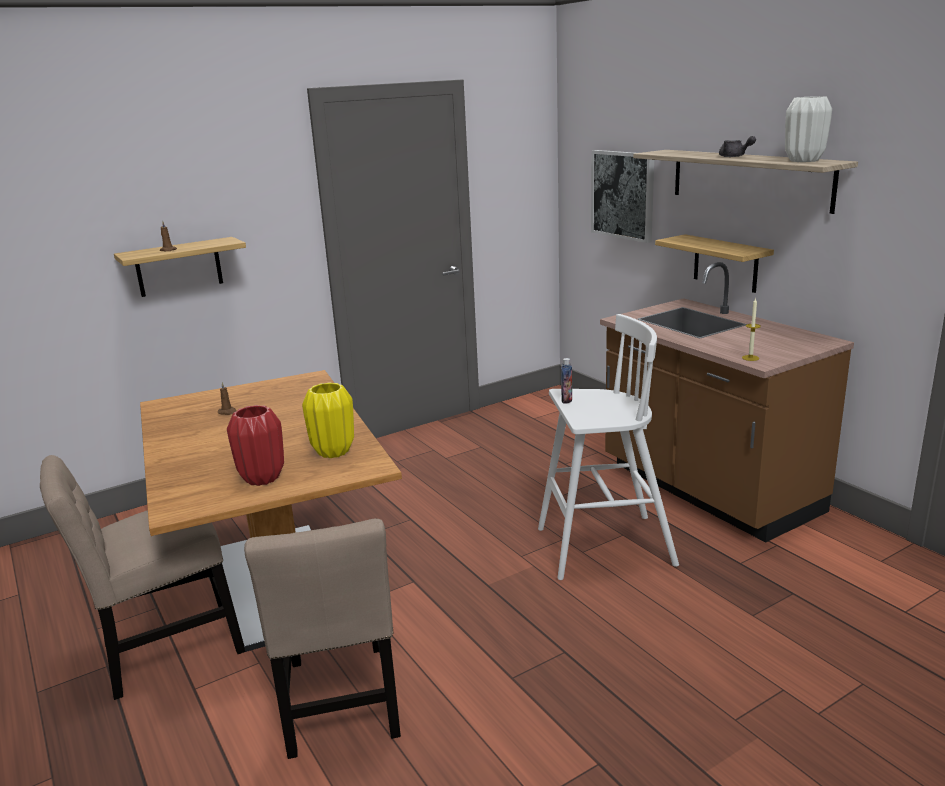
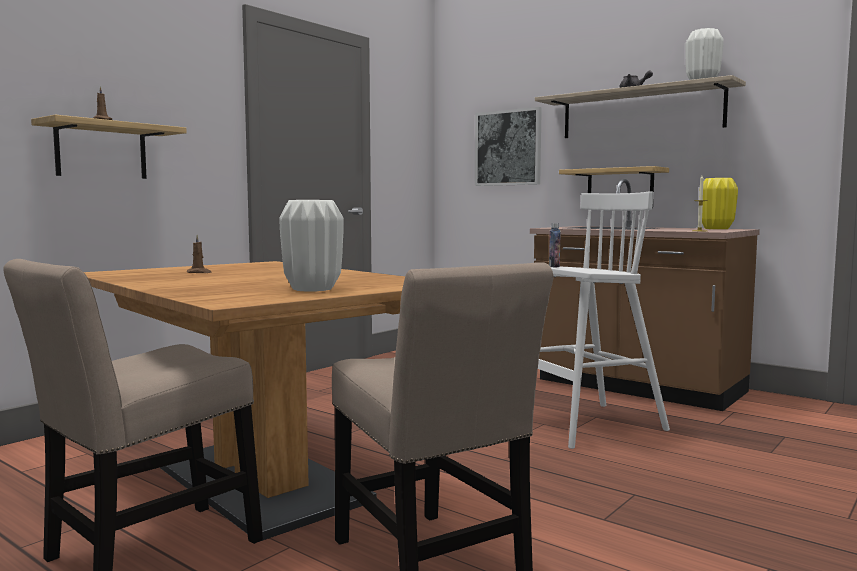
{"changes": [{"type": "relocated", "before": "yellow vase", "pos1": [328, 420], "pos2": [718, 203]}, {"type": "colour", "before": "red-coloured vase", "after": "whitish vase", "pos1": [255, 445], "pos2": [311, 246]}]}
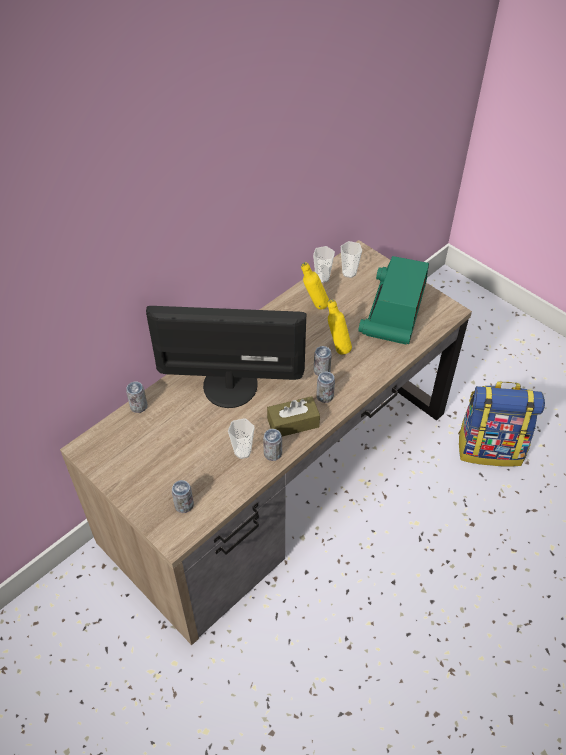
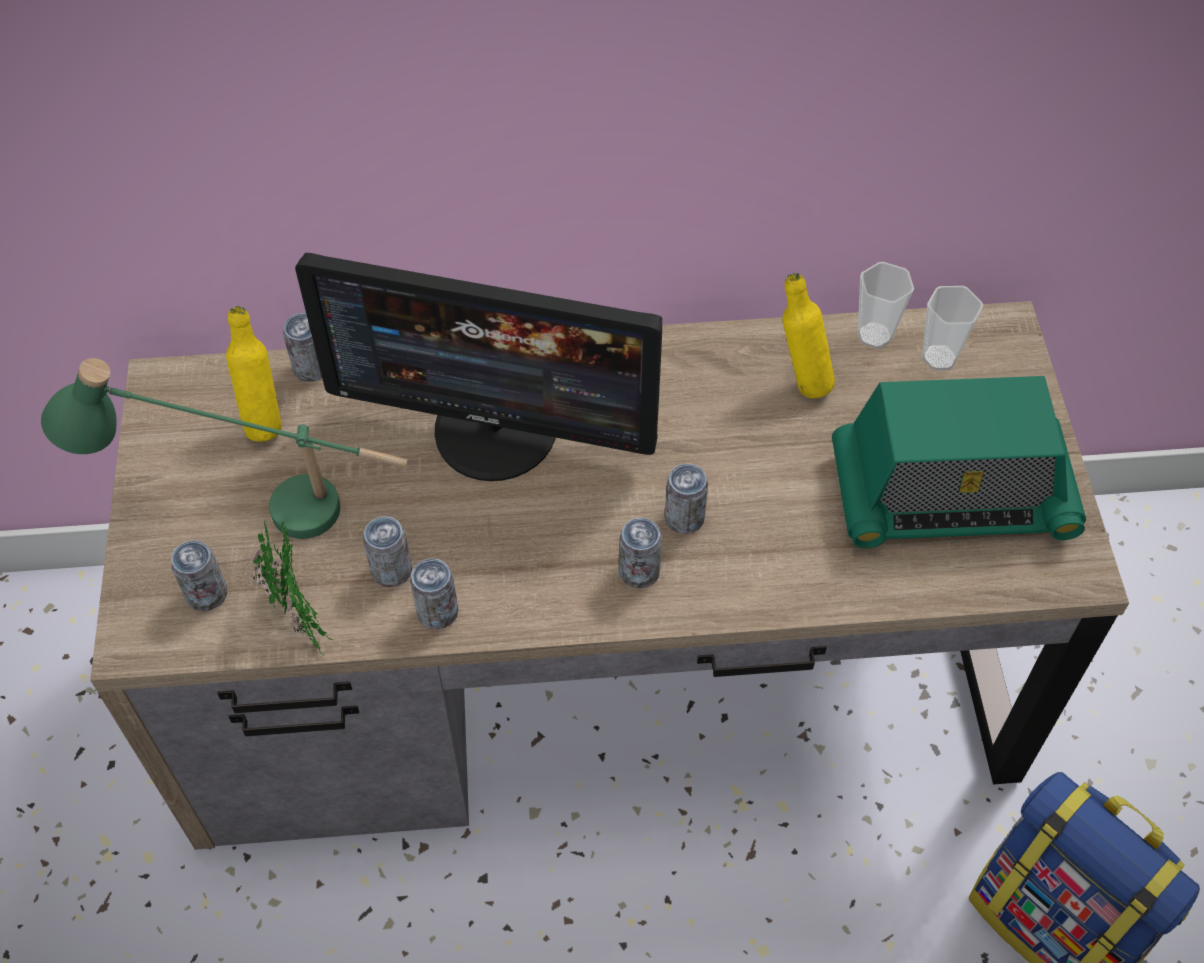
{"changes": [{"type": "spun", "before": "radio receiver", "pos1": [393, 300], "pos2": [959, 462], "turn": -150}, {"type": "relocated", "before": "yellow drink bottle", "pos1": [340, 327], "pos2": [254, 374]}, {"type": "spun", "before": "monitor", "pos1": [226, 357], "pos2": [478, 367], "turn": 150}, {"type": "missing", "before": "brown tissue box", "pos1": [293, 416]}, {"type": "exchanged", "before": "small cup", "after": "can", "pos1": [241, 438], "pos2": [387, 551]}, {"type": "appeared", "after": "green-coloured table lamp", "pos2": [224, 448]}, {"type": "appeared", "after": "houseplant", "pos2": [292, 588]}]}
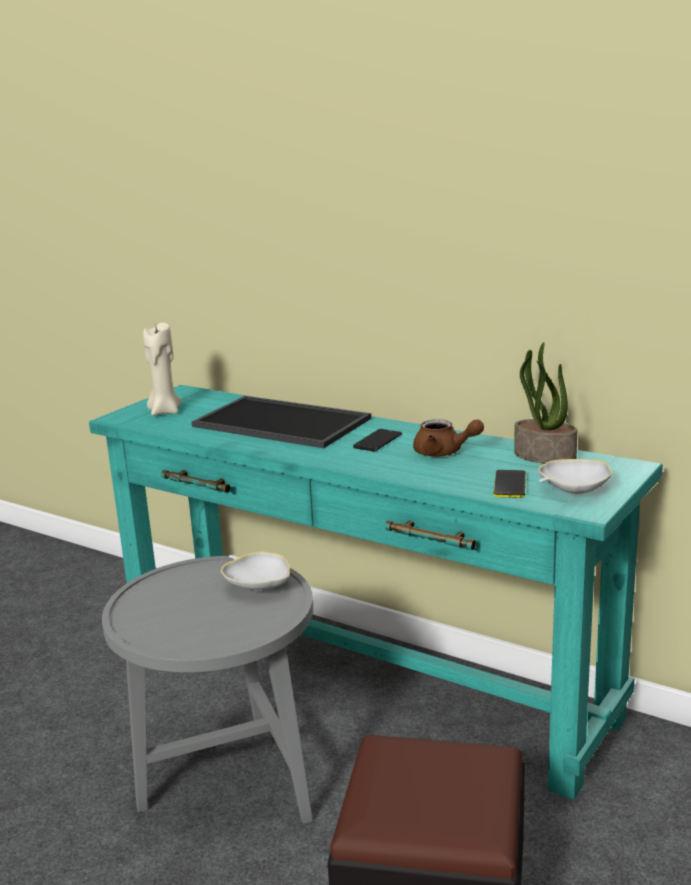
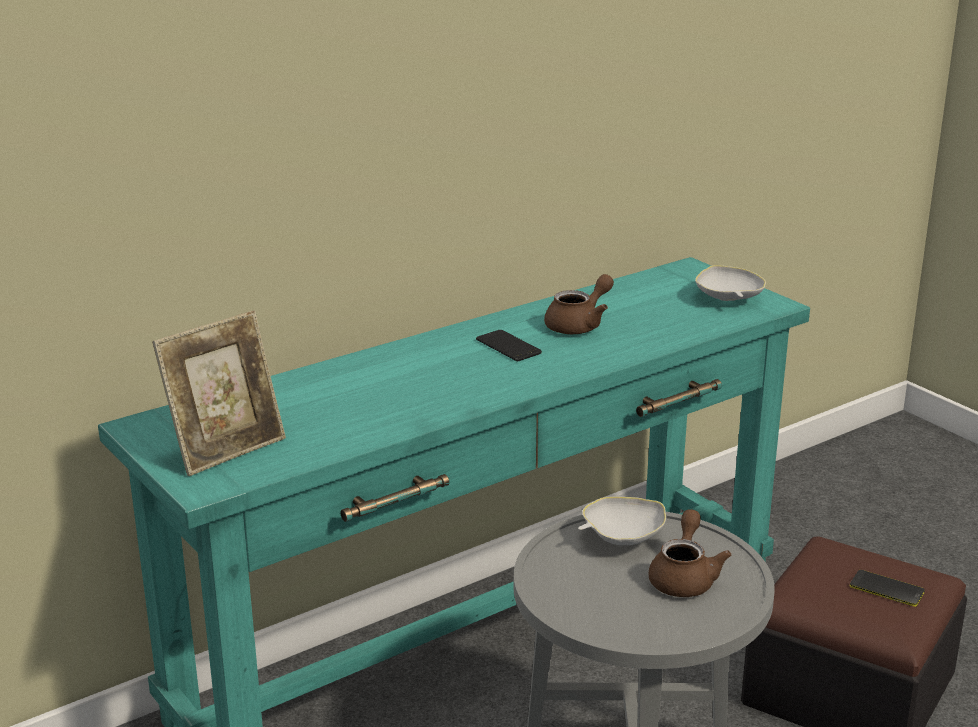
{"changes": [{"type": "exchanged", "before": "beige-coloured candle", "after": "photo frame", "pos1": [162, 369], "pos2": [219, 393]}, {"type": "missing", "before": "houseplant", "pos1": [545, 403]}, {"type": "missing", "before": "carrying tray", "pos1": [281, 422]}, {"type": "relocated", "before": "handset", "pos1": [510, 484], "pos2": [887, 588]}, {"type": "appeared", "after": "brown pot for tea", "pos2": [689, 553]}]}
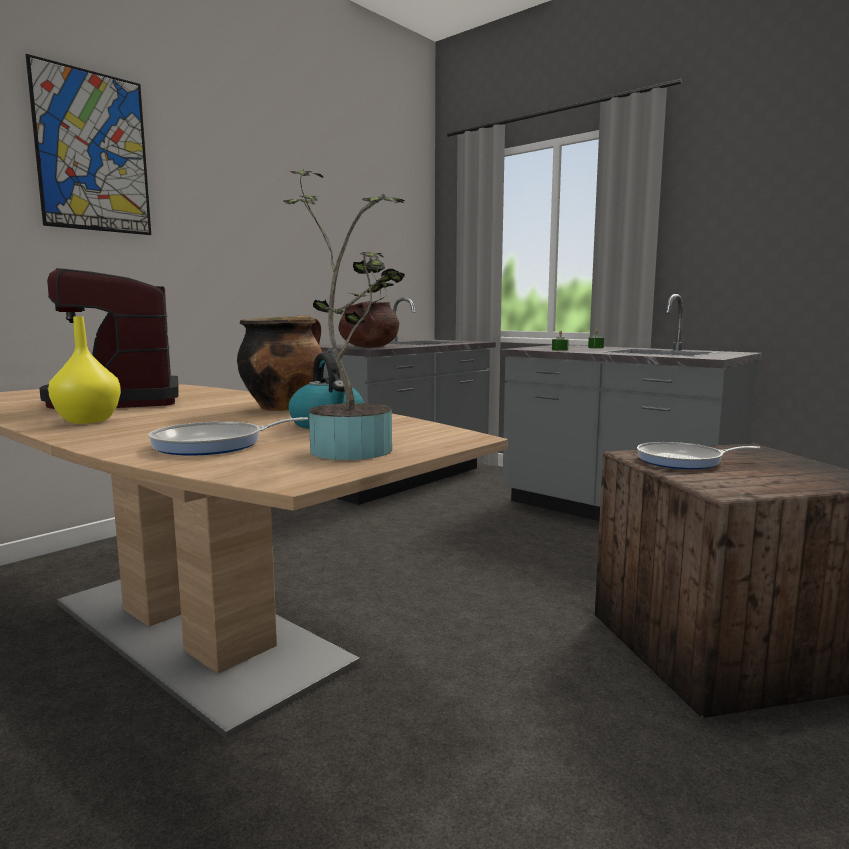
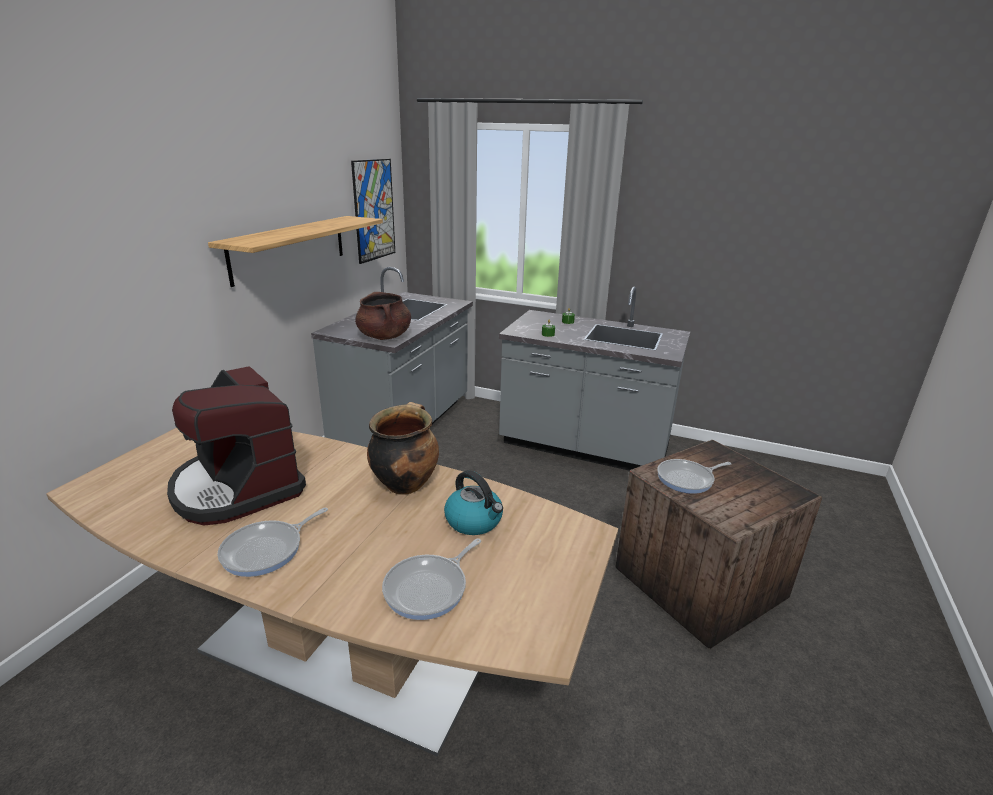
{"changes": [{"type": "relocated", "before": "picture", "pos1": [88, 144], "pos2": [373, 211]}, {"type": "missing", "before": "houseplant", "pos1": [344, 314]}, {"type": "exchanged", "before": "yellow vase", "after": "frying pan", "pos1": [84, 370], "pos2": [272, 542]}, {"type": "appeared", "after": "bracket shelf", "pos2": [295, 251]}]}
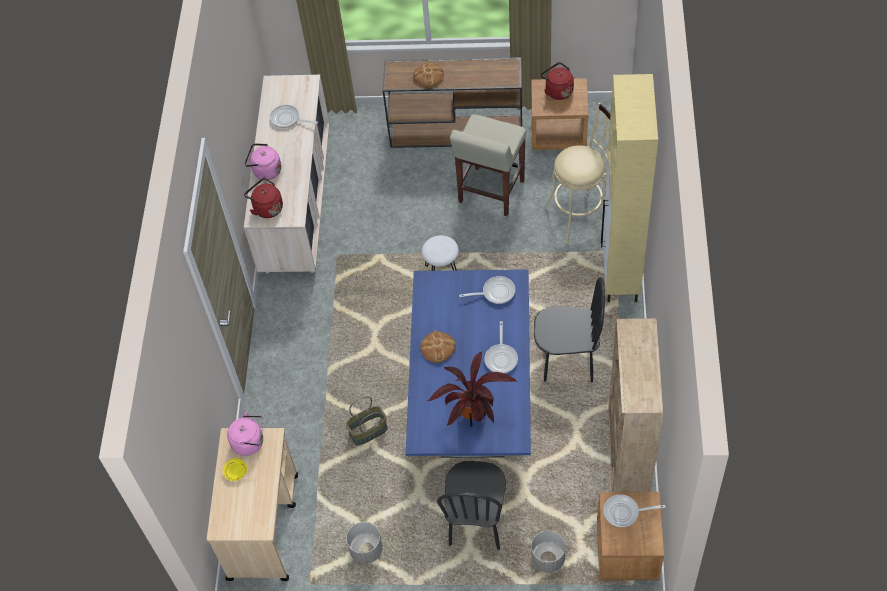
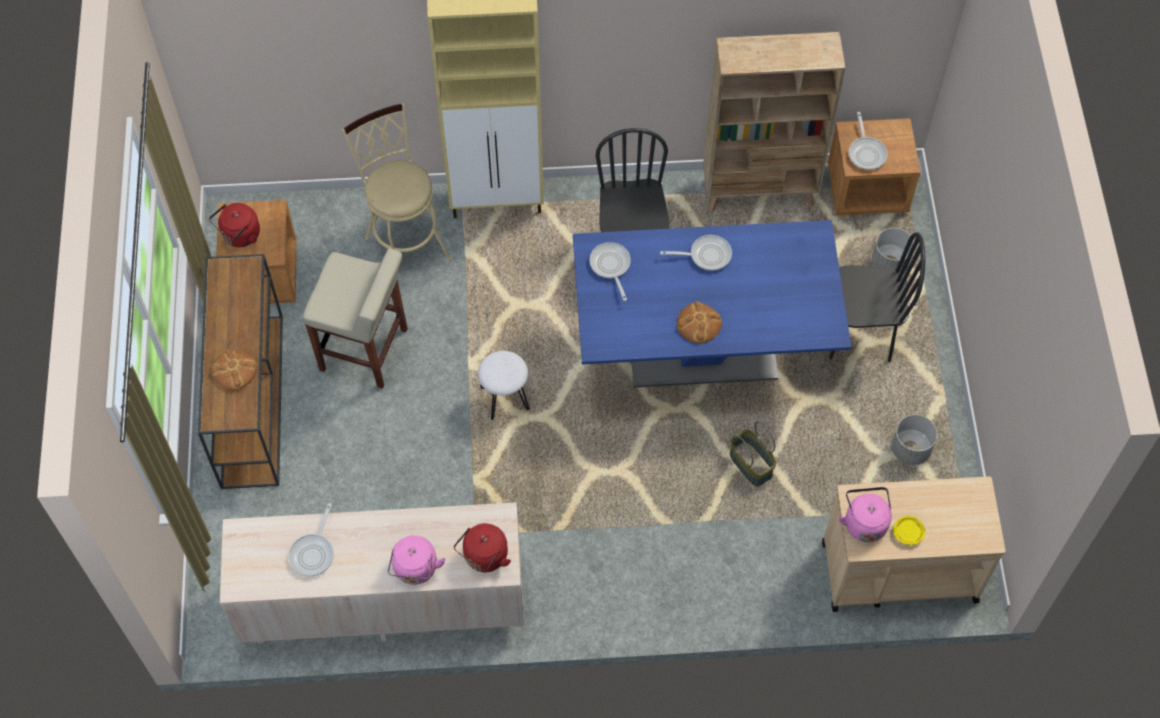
{"changes": [{"type": "missing", "before": "houseplant", "pos1": [472, 389]}]}
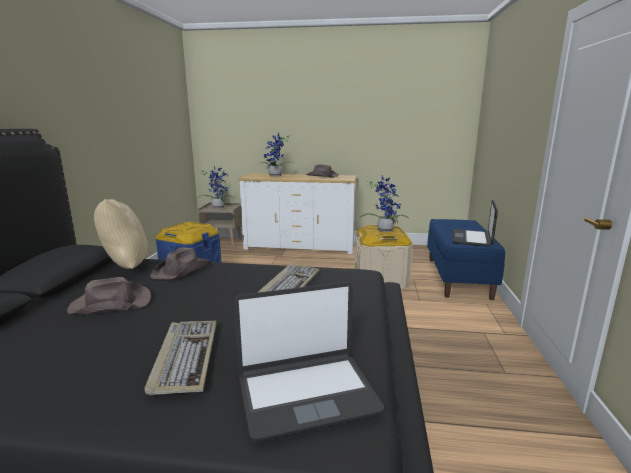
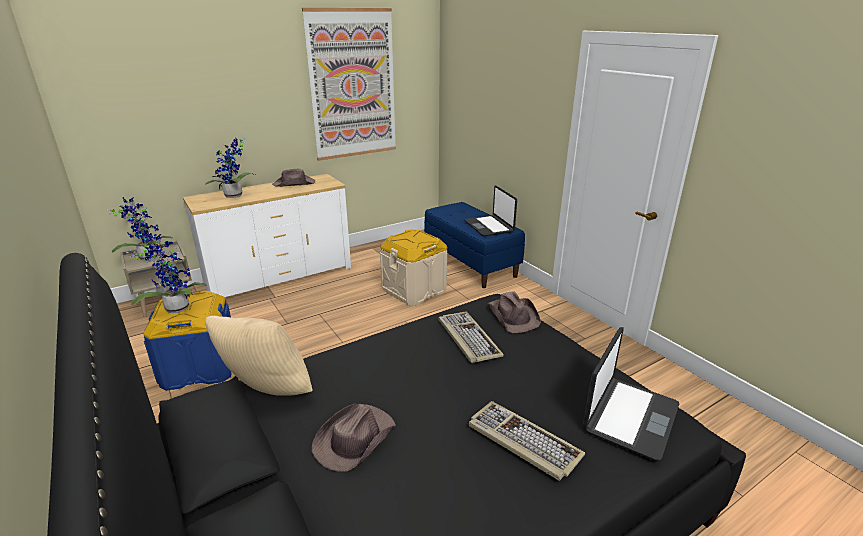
{"changes": [{"type": "relocated", "before": "houseplant", "pos1": [384, 204], "pos2": [166, 273]}, {"type": "relocated", "before": "brown wearable hat", "pos1": [181, 264], "pos2": [514, 312]}, {"type": "appeared", "after": "picture", "pos2": [349, 84]}]}
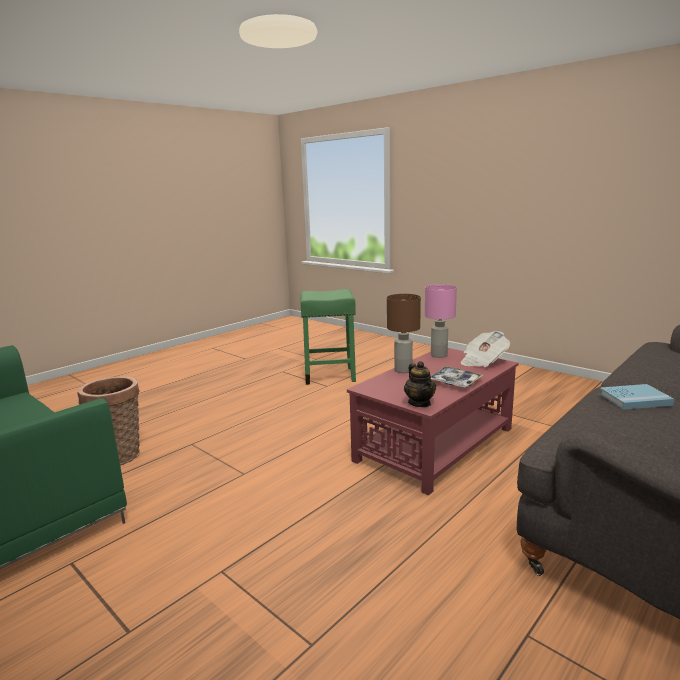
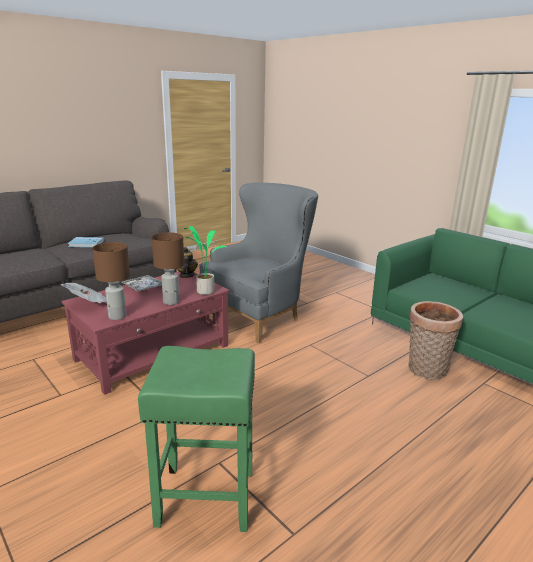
{"changes": [{"type": "colour", "before": "pink-coloured table lamp", "after": "brown table lamp", "pos1": [441, 321], "pos2": [111, 281]}, {"type": "appeared", "after": "greyish easy chair", "pos2": [258, 263]}, {"type": "appeared", "after": "houseplant", "pos2": [205, 260]}]}
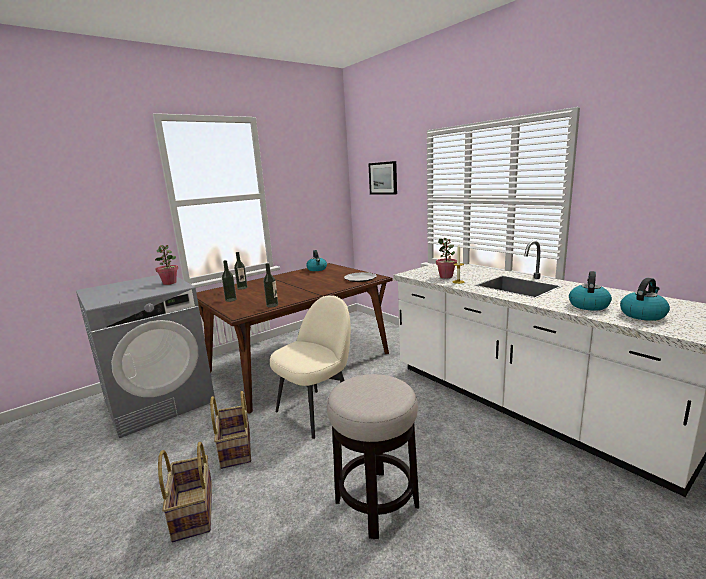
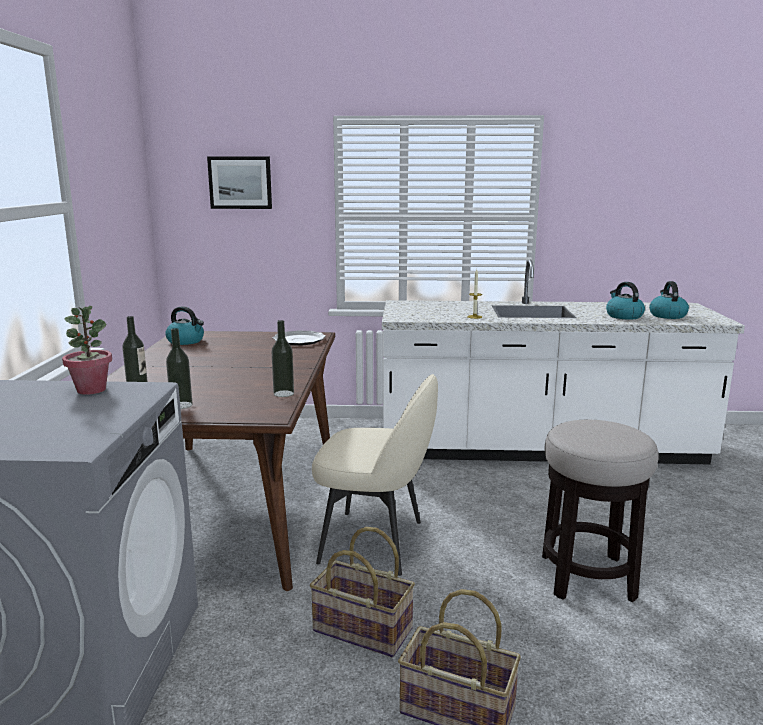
{"changes": [{"type": "missing", "before": "houseplant", "pos1": [446, 258]}, {"type": "spun", "before": "beige-coloured plain chair", "pos1": [310, 367], "pos2": [375, 475], "turn": 105}]}
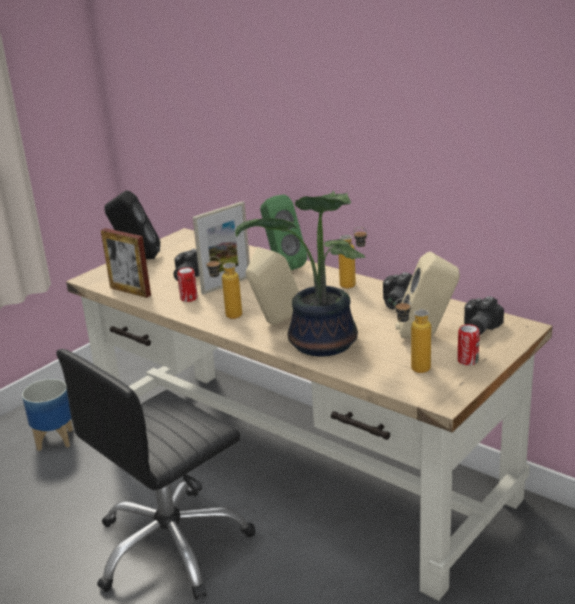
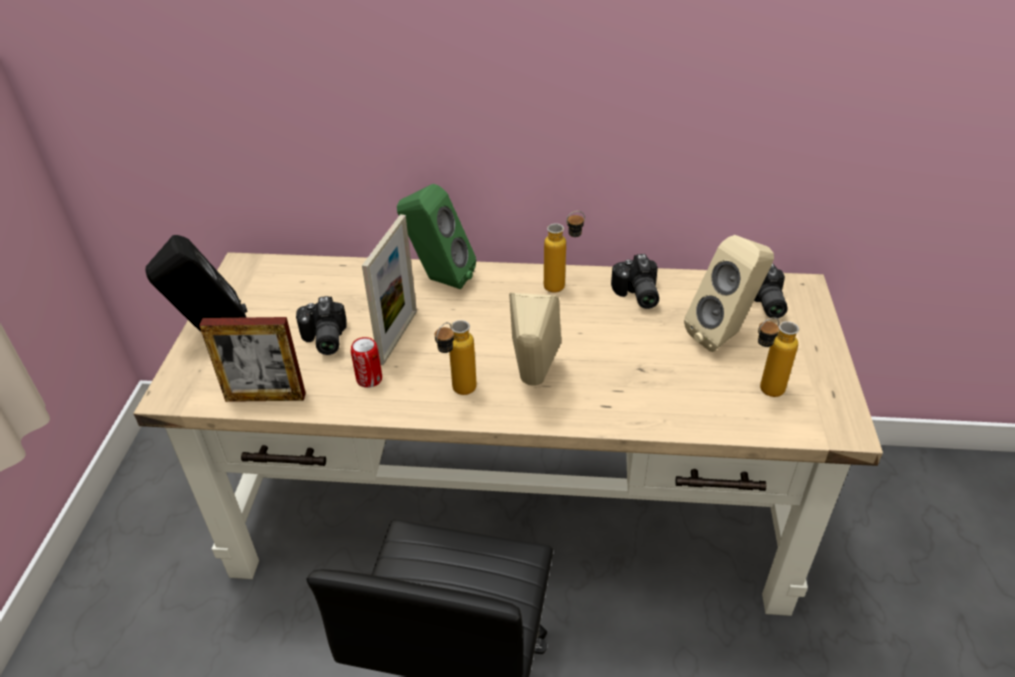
{"changes": [{"type": "missing", "before": "houseplant", "pos1": [300, 273]}, {"type": "missing", "before": "can", "pos1": [468, 345]}, {"type": "missing", "before": "flower pot", "pos1": [47, 415]}]}
